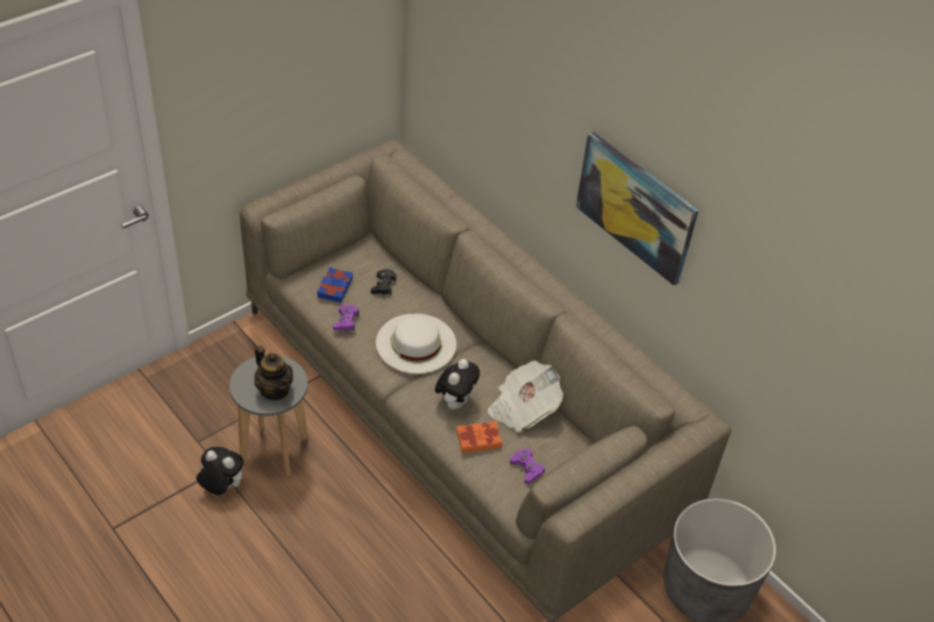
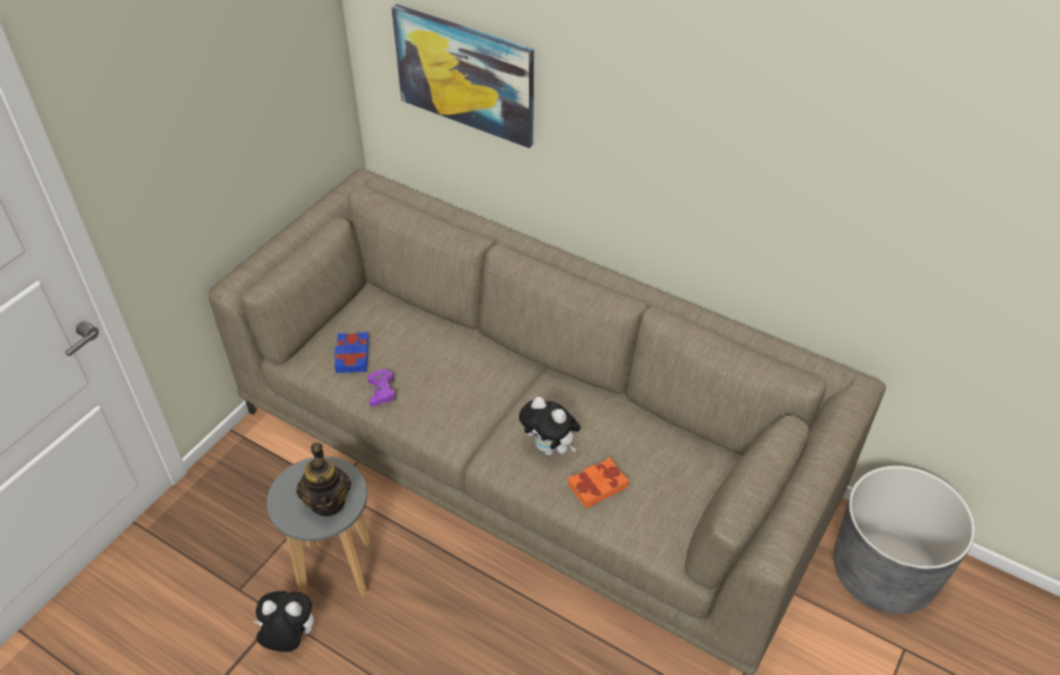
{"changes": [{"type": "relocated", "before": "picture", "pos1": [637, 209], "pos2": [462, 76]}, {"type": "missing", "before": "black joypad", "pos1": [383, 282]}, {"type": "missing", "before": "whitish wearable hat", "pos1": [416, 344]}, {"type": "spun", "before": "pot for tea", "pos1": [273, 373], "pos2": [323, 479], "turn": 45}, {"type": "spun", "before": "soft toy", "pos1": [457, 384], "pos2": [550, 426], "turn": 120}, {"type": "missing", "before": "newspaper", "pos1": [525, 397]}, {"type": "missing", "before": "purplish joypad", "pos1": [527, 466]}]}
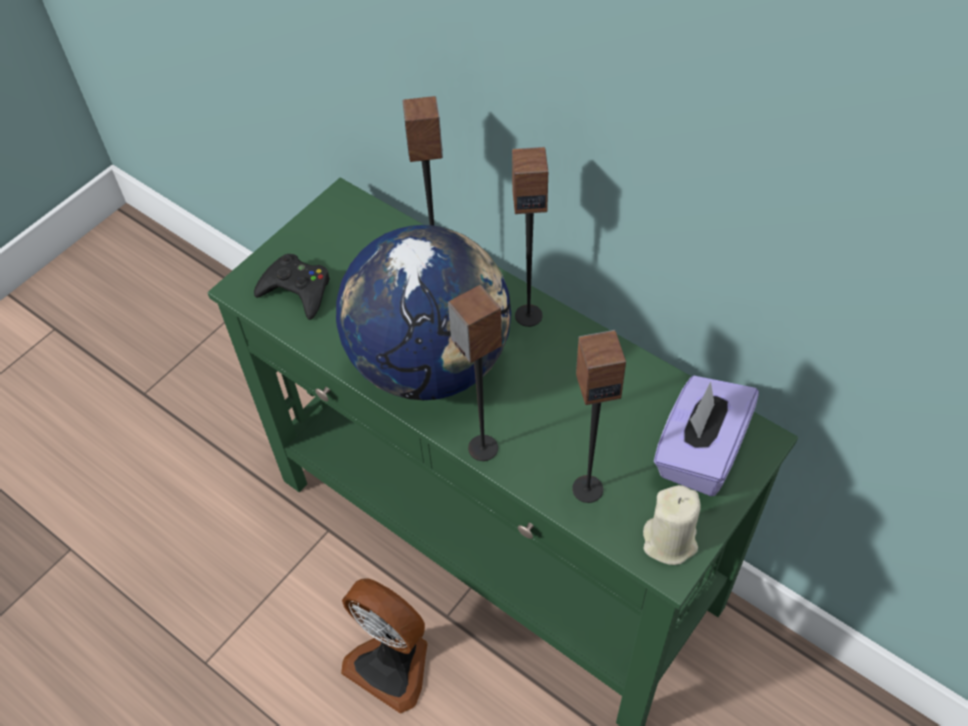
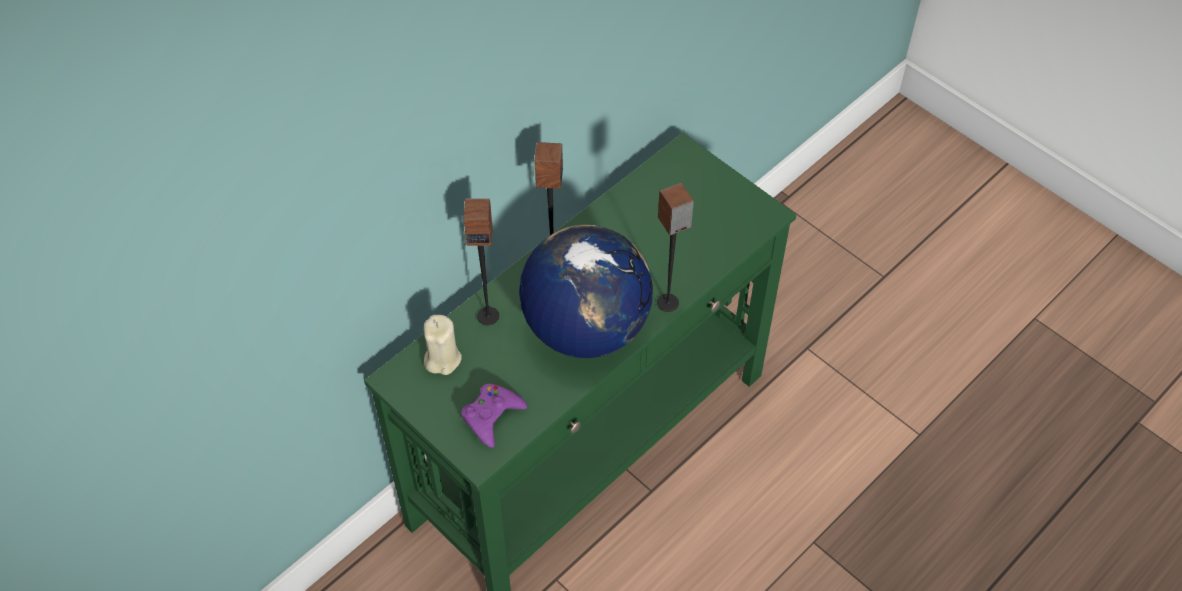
{"changes": [{"type": "colour", "before": "black joypad", "after": "purplish joypad", "pos1": [292, 287], "pos2": [494, 416]}, {"type": "missing", "before": "loudspeaker", "pos1": [599, 416]}, {"type": "missing", "before": "purplish tissue box", "pos1": [706, 436]}, {"type": "relocated", "before": "beige-coloured candle", "pos1": [672, 525], "pos2": [443, 345]}, {"type": "missing", "before": "electric fan", "pos1": [384, 646]}]}
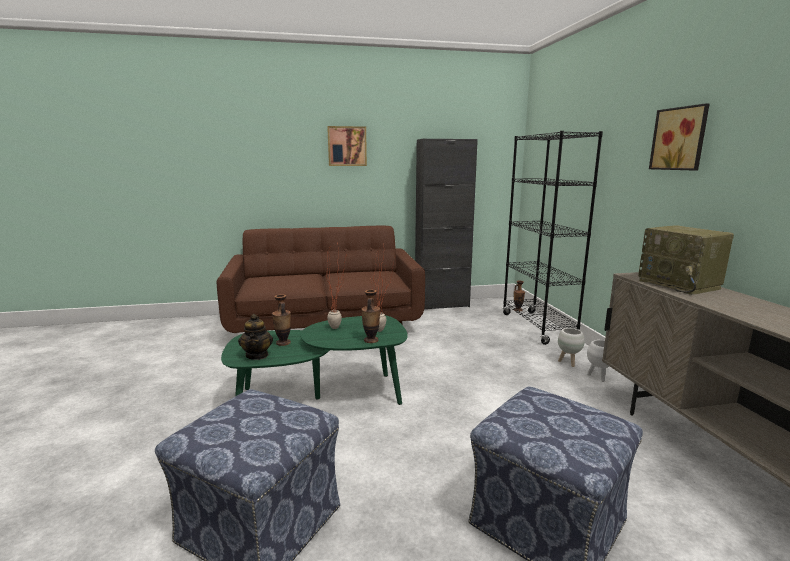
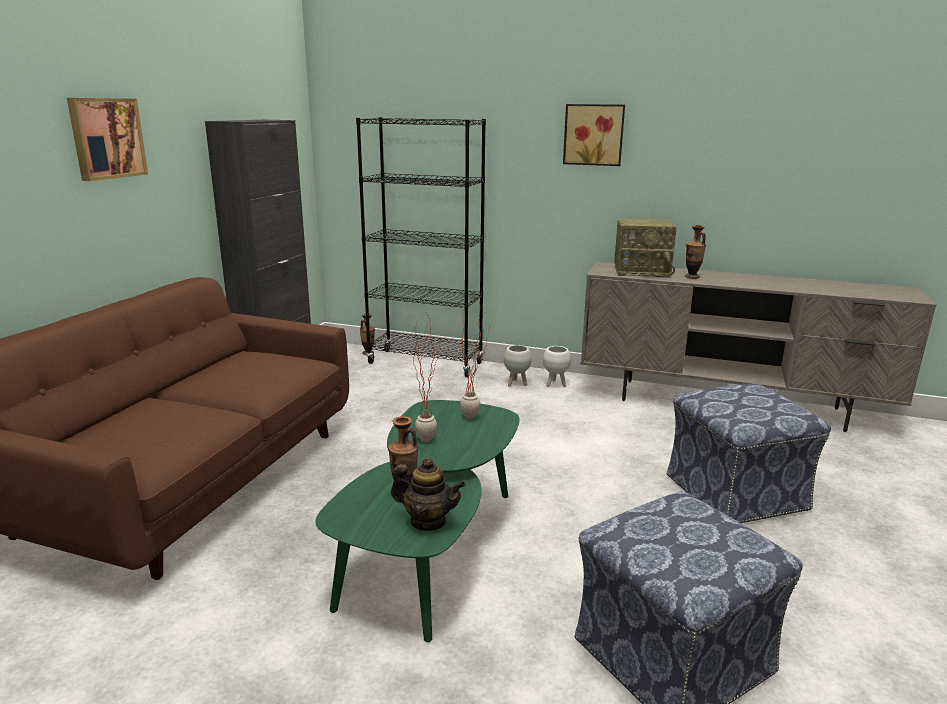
{"changes": [{"type": "relocated", "before": "vase", "pos1": [370, 316], "pos2": [695, 252]}]}
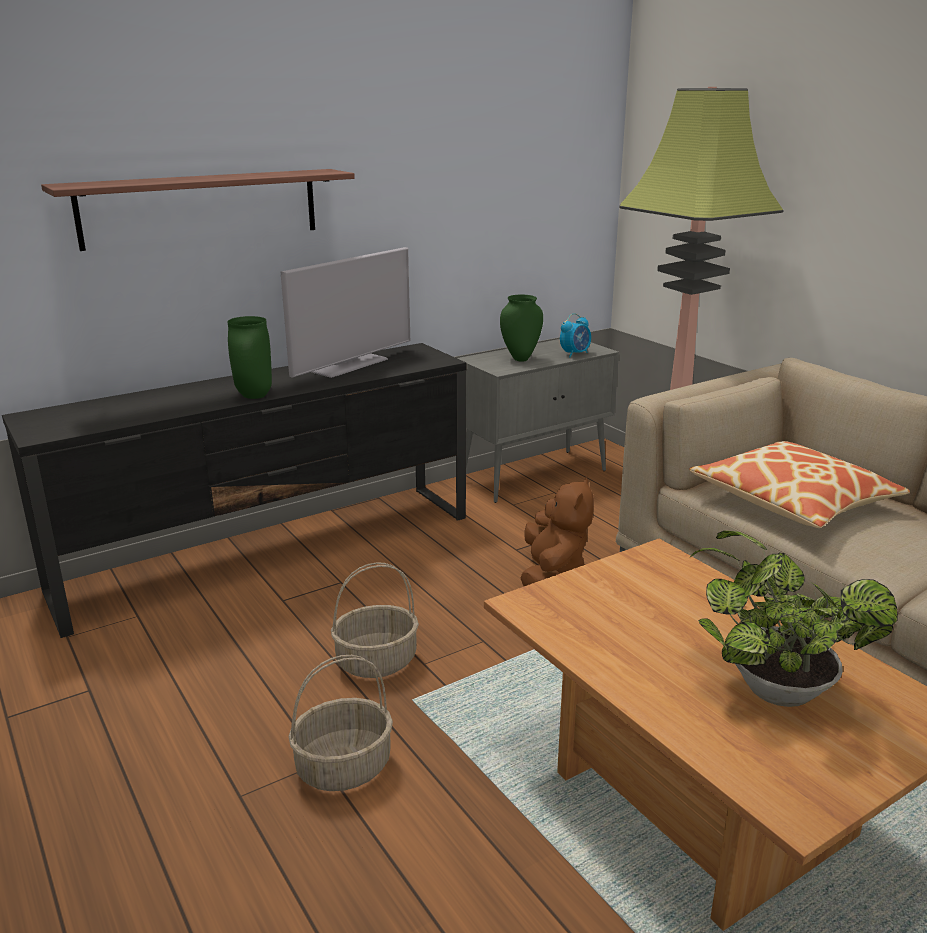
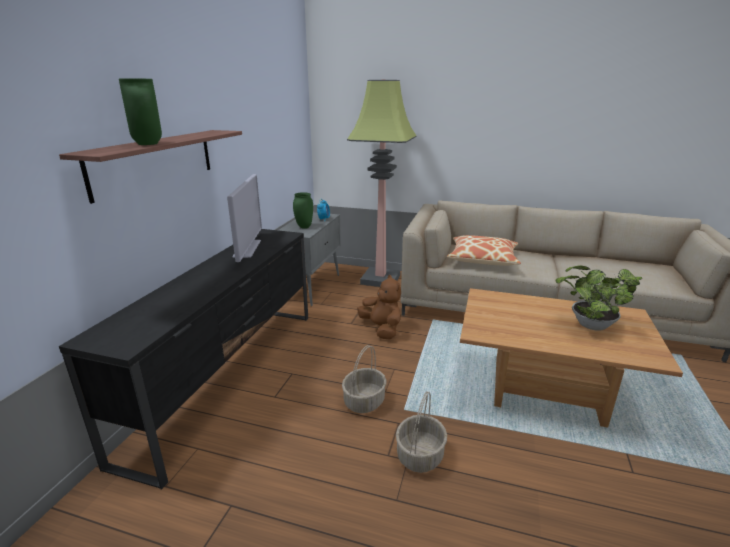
{"changes": [{"type": "relocated", "before": "green-coloured vase", "pos1": [249, 357], "pos2": [140, 112]}]}
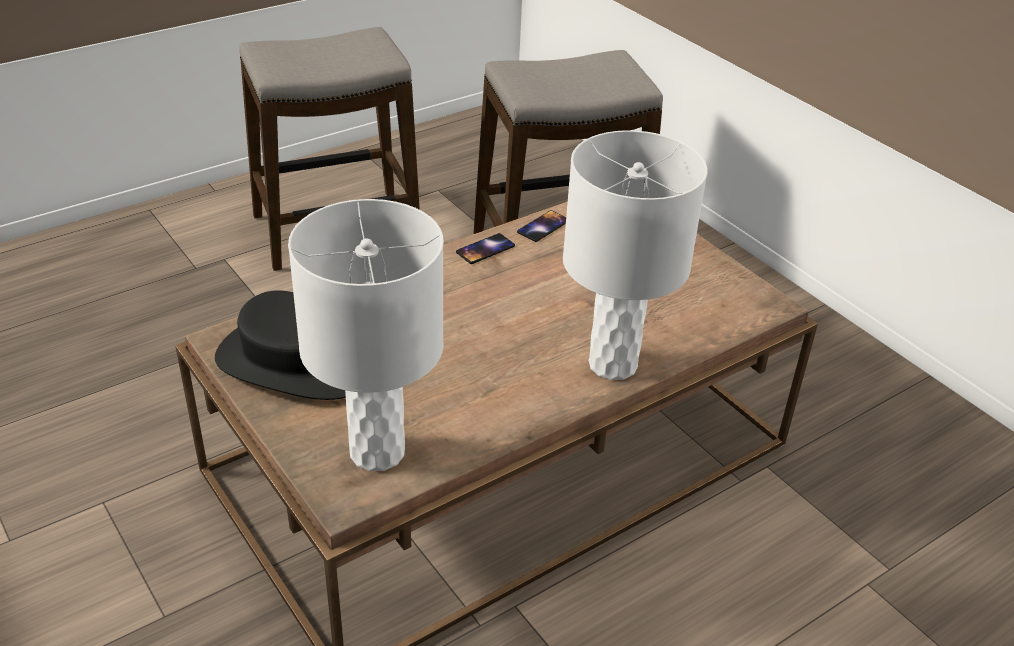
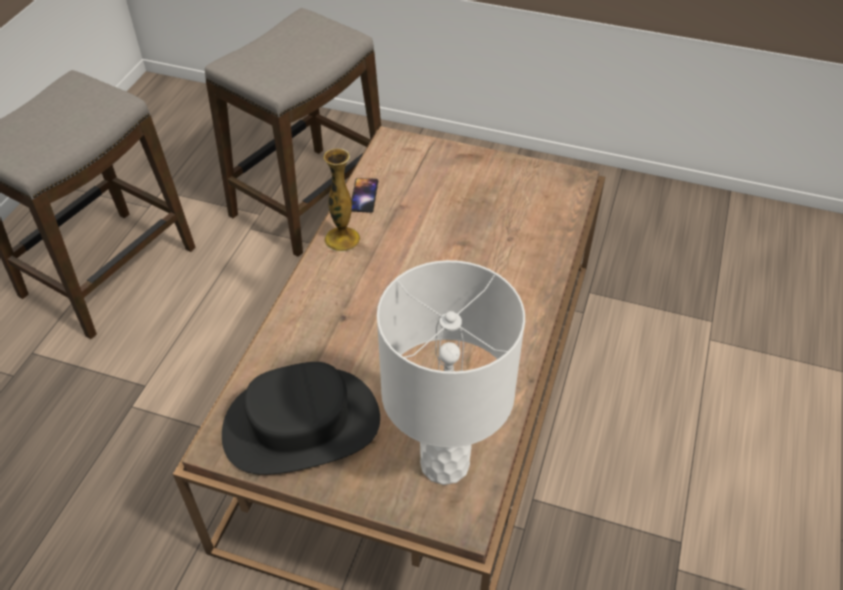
{"changes": [{"type": "missing", "before": "whitish table lamp", "pos1": [635, 255]}, {"type": "exchanged", "before": "handset", "after": "vase", "pos1": [485, 248], "pos2": [342, 200]}]}
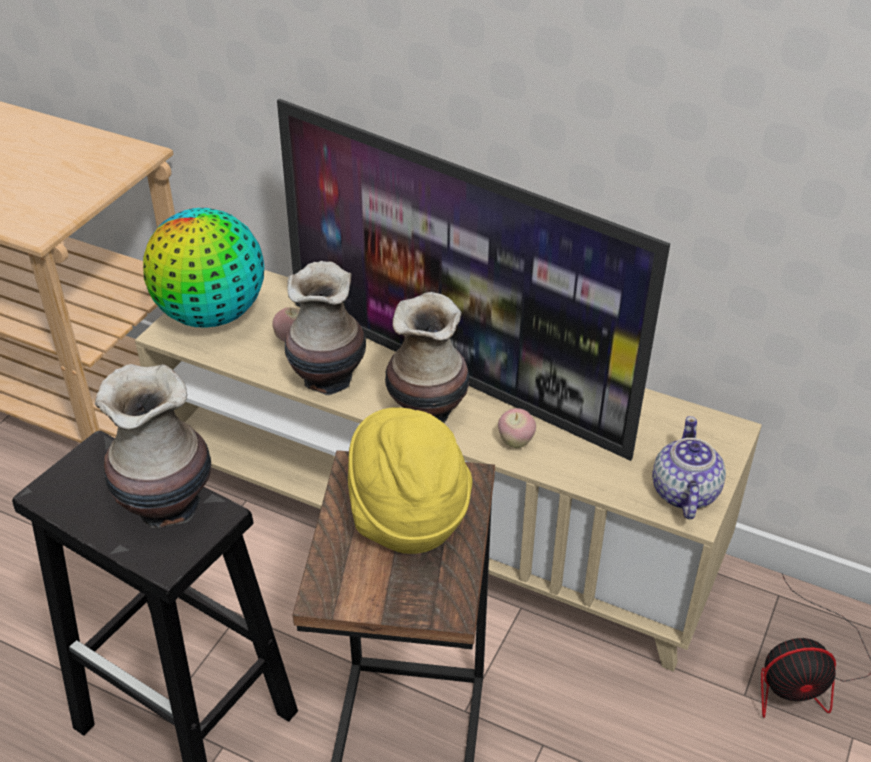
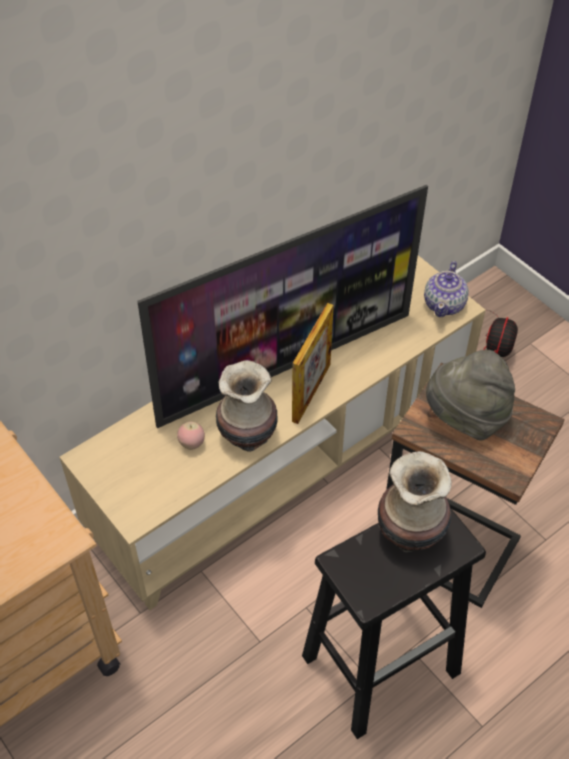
{"changes": [{"type": "missing", "before": "desk globe", "pos1": [203, 268]}, {"type": "exchanged", "before": "vase", "after": "photo frame", "pos1": [427, 357], "pos2": [313, 363]}, {"type": "colour", "before": "yellow wearable hat", "after": "greyish wearable hat", "pos1": [410, 480], "pos2": [470, 395]}, {"type": "missing", "before": "apple fruit", "pos1": [517, 428]}, {"type": "spun", "before": "pot for tea", "pos1": [689, 467], "pos2": [446, 289], "turn": -105}]}
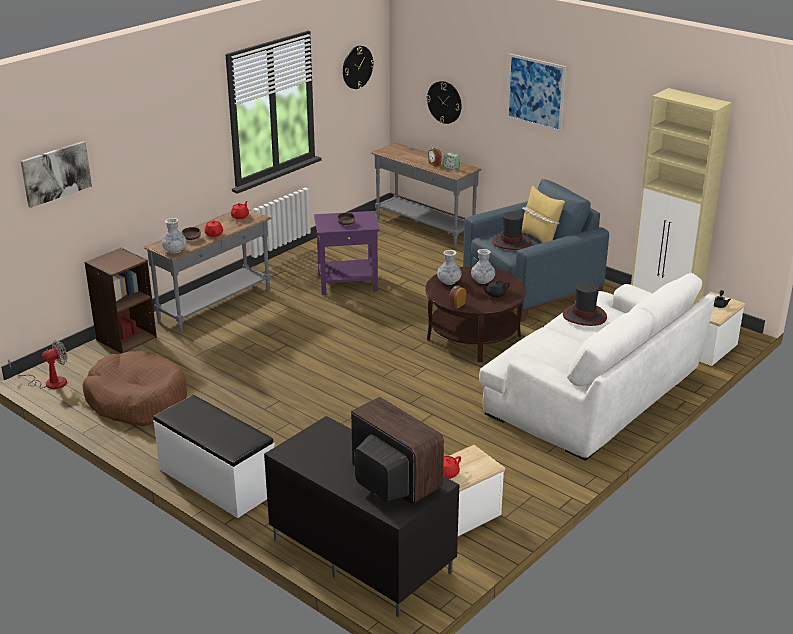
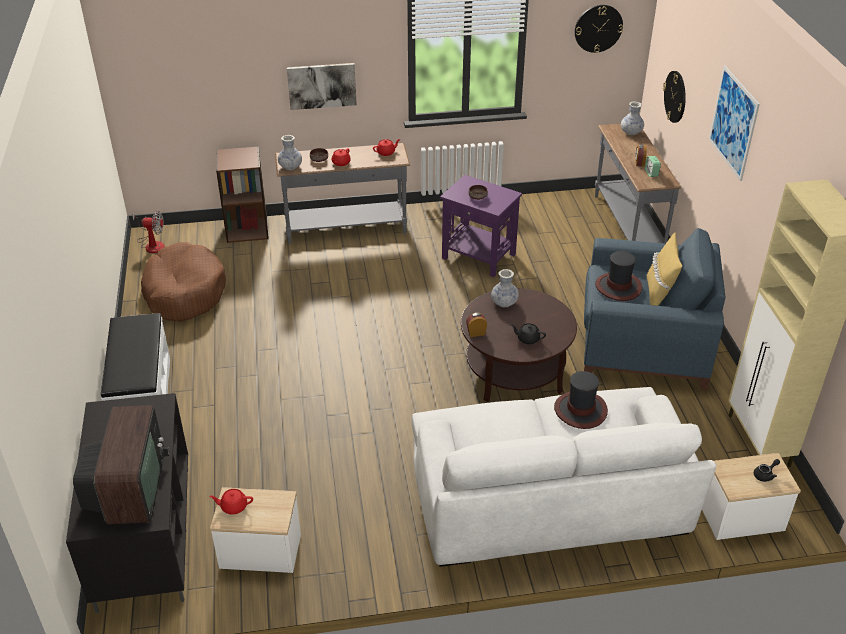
{"changes": [{"type": "relocated", "before": "picture", "pos1": [56, 174], "pos2": [322, 86]}, {"type": "relocated", "before": "vase", "pos1": [483, 266], "pos2": [632, 118]}]}
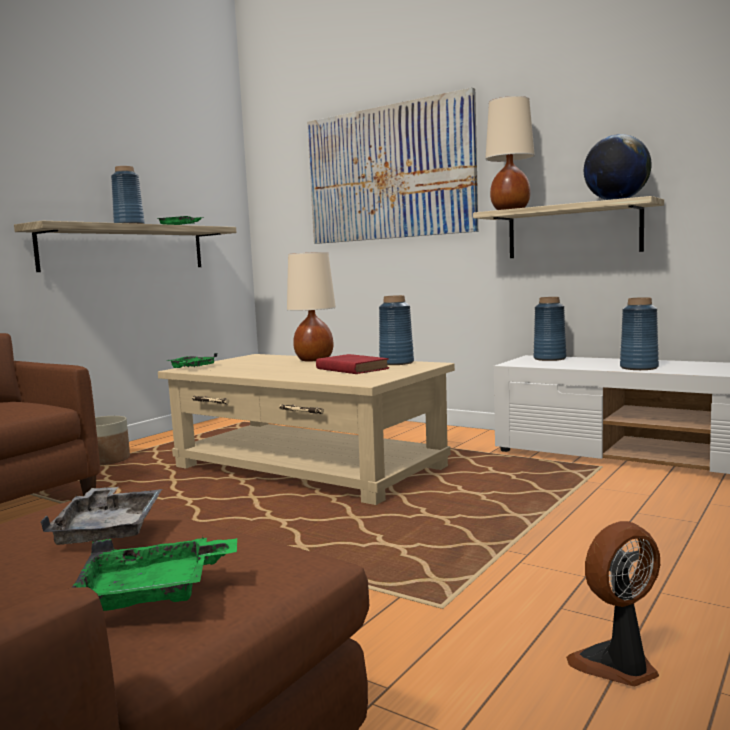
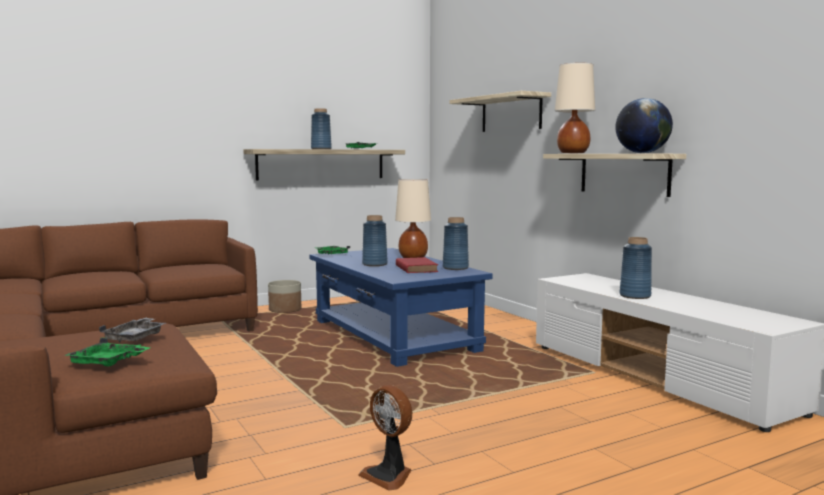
{"changes": [{"type": "exchanged", "before": "picture", "after": "bracket shelf", "pos1": [392, 166], "pos2": [500, 111]}, {"type": "relocated", "before": "blue vase", "pos1": [550, 329], "pos2": [375, 240]}, {"type": "colour", "before": "beige-coloured lounge table", "after": "blue lounge table", "pos1": [306, 429], "pos2": [401, 307]}, {"type": "spun", "before": "electric fan", "pos1": [613, 603], "pos2": [385, 438], "turn": -135}]}
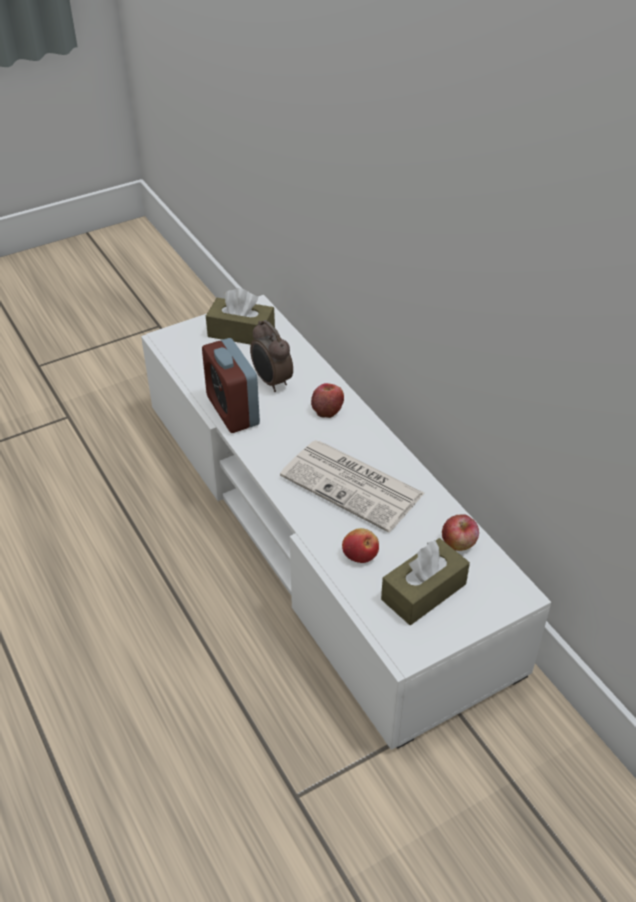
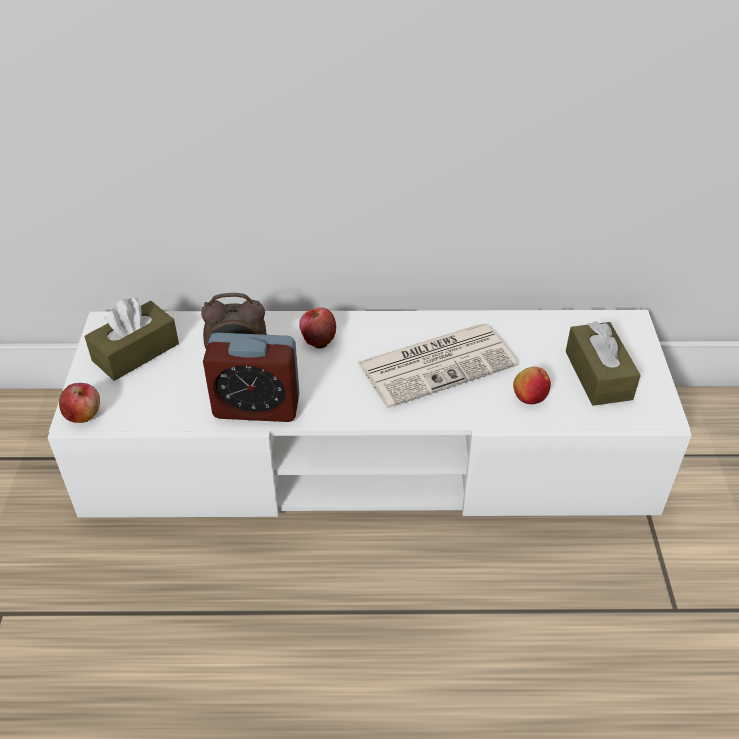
{"changes": [{"type": "relocated", "before": "apple fruit", "pos1": [460, 532], "pos2": [79, 403]}]}
